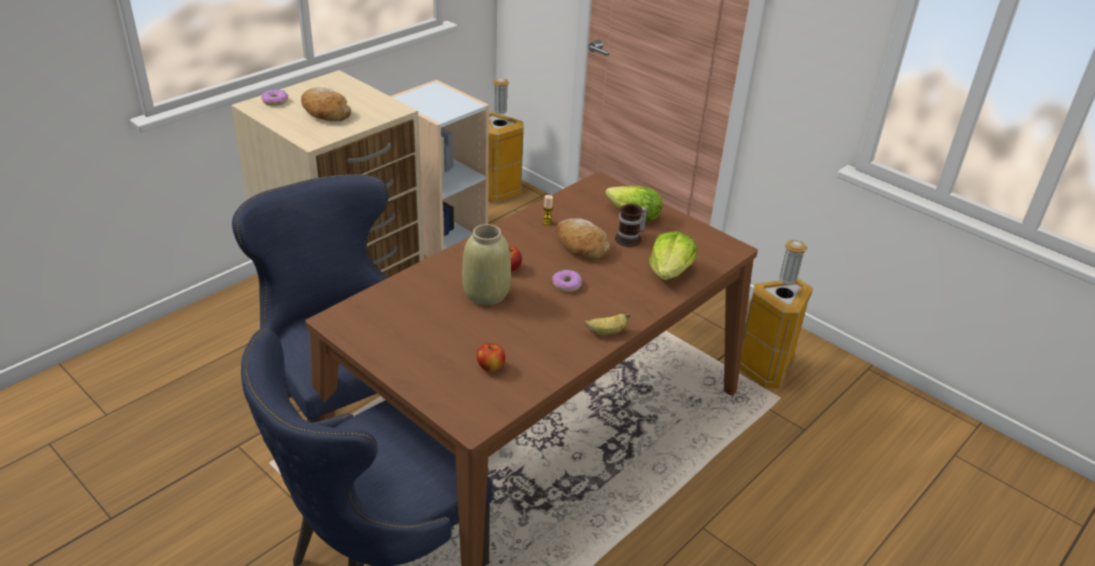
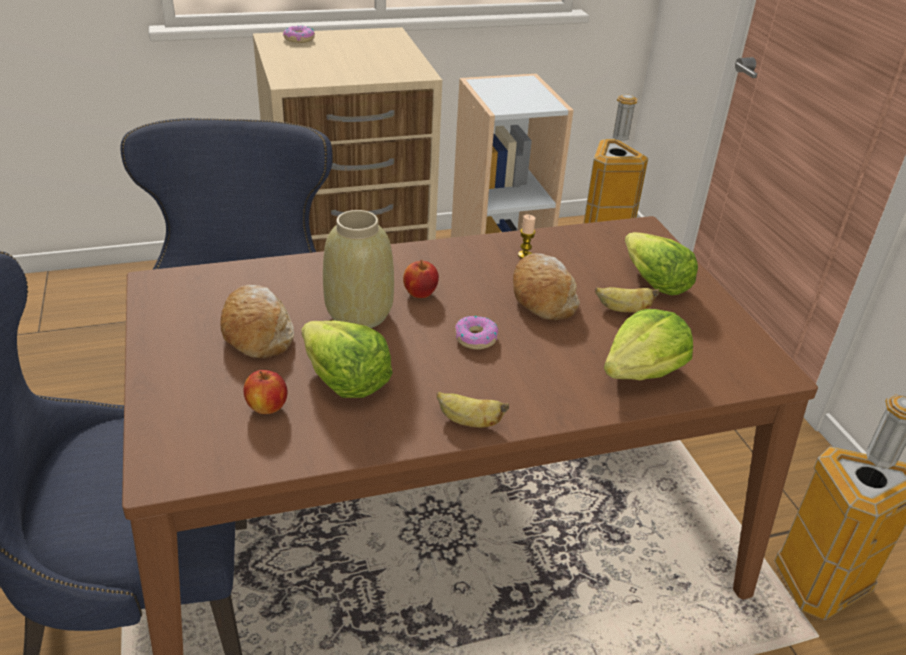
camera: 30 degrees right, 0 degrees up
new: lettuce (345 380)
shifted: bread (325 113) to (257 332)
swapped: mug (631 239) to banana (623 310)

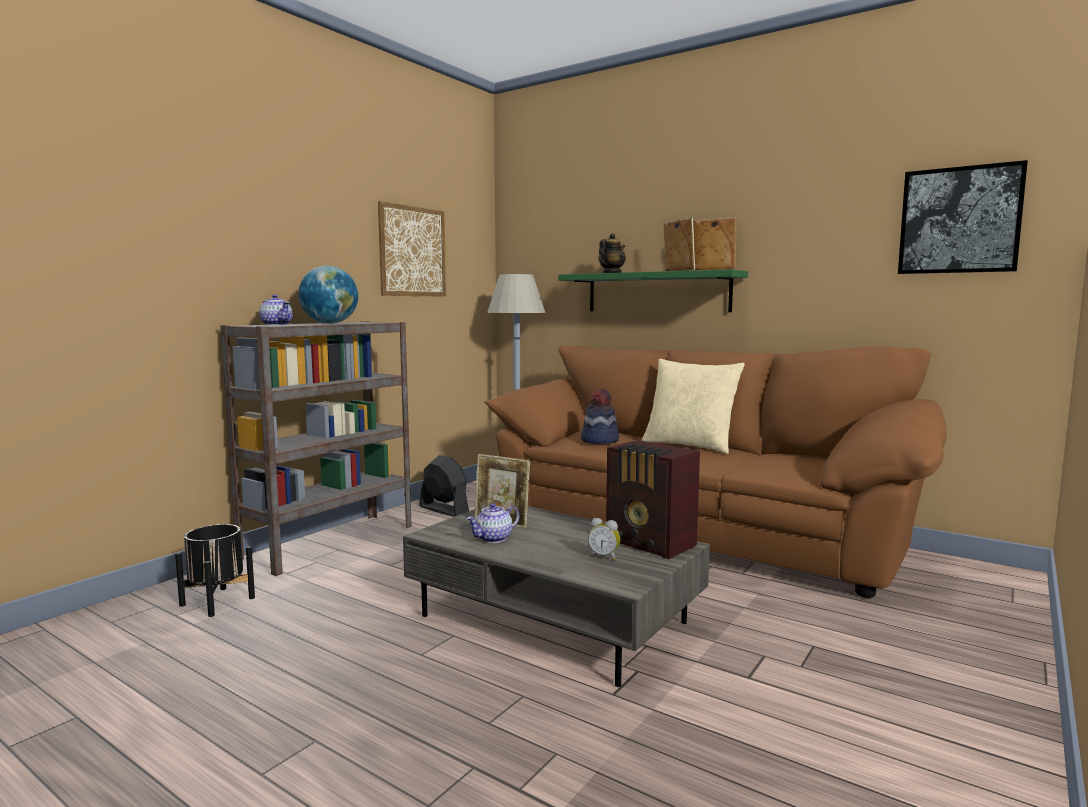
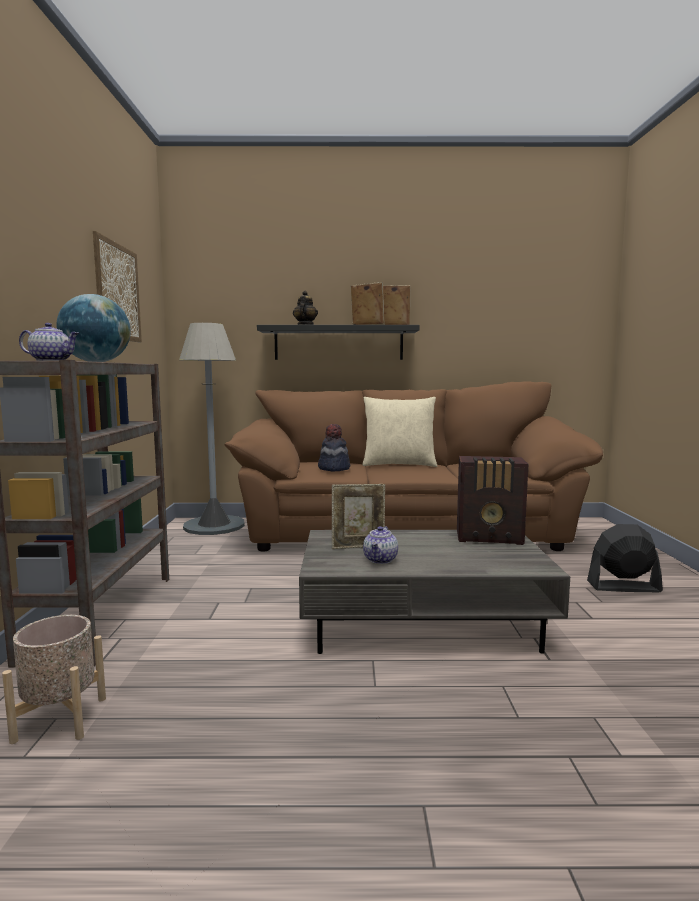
camera: 35 degrees left, 0 degrees up
gone: picture (959 220); alarm clock (604 556)
shifted: black fan (443 509) to (623 587)
repainted: green shelf (657 292) to black shelf (338 343); black planter (218 601) to beige planter (61 718)

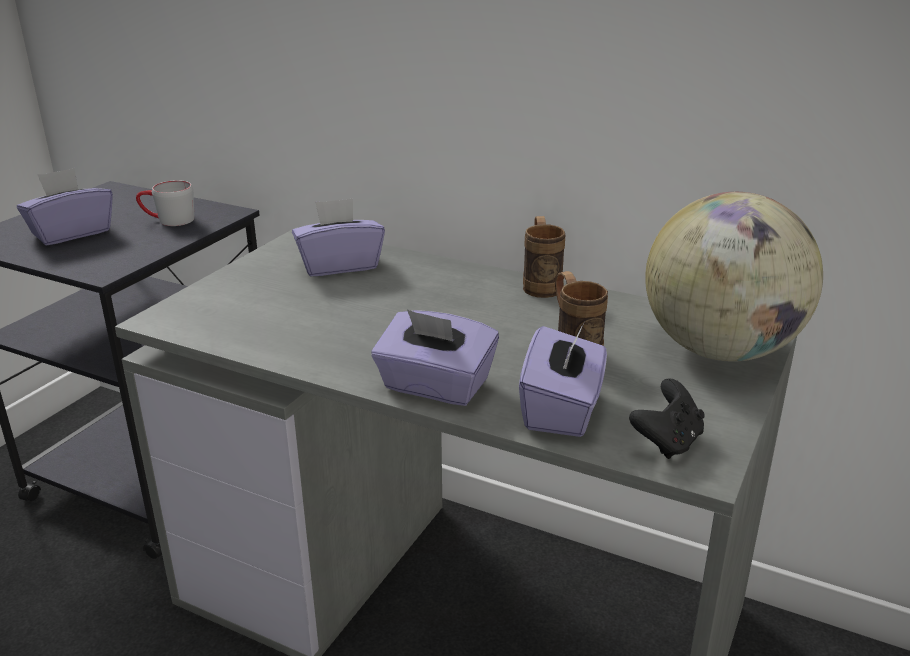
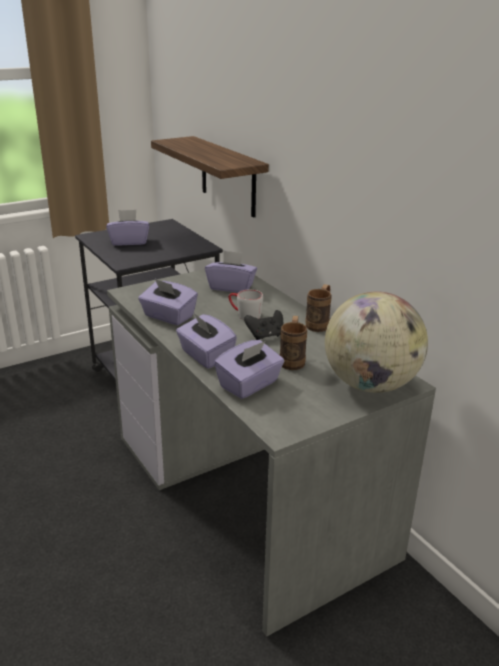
camera: 30 degrees right, 0 degrees up
new: shelf (228 176); purple tissue box (168 317)
shifted: grey mug (168 220) to (244 314); black game controller (667 442) to (265 336)

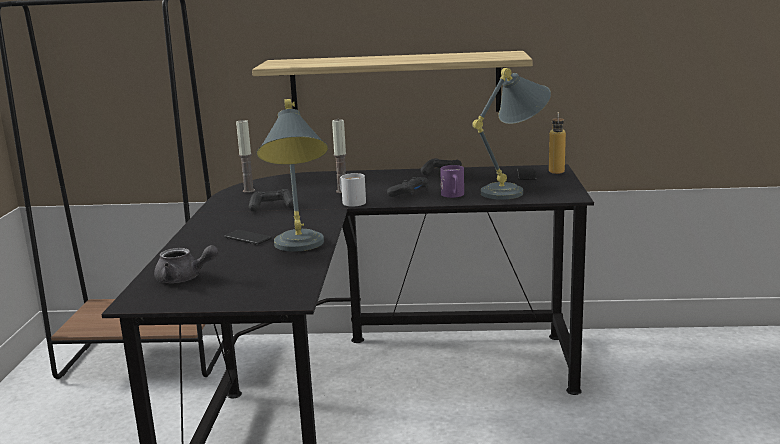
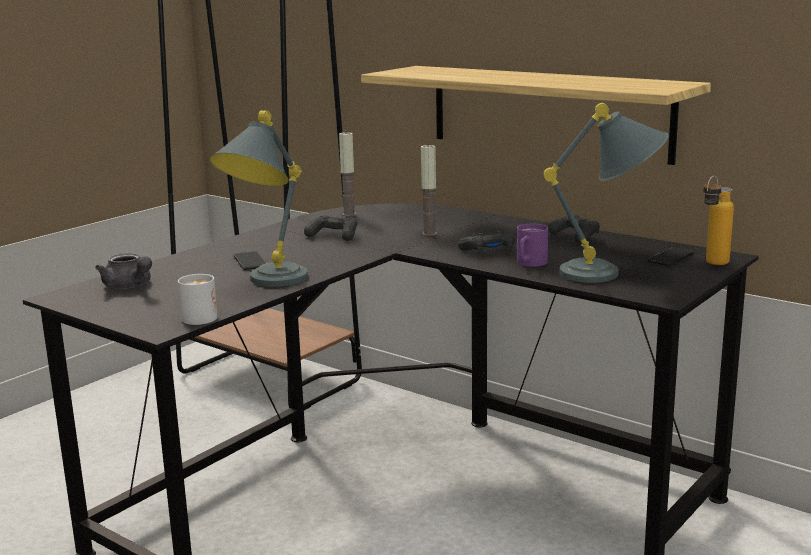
camera: 35 degrees right, 0 degrees up
shifted: white mug (351 202) to (201 315)

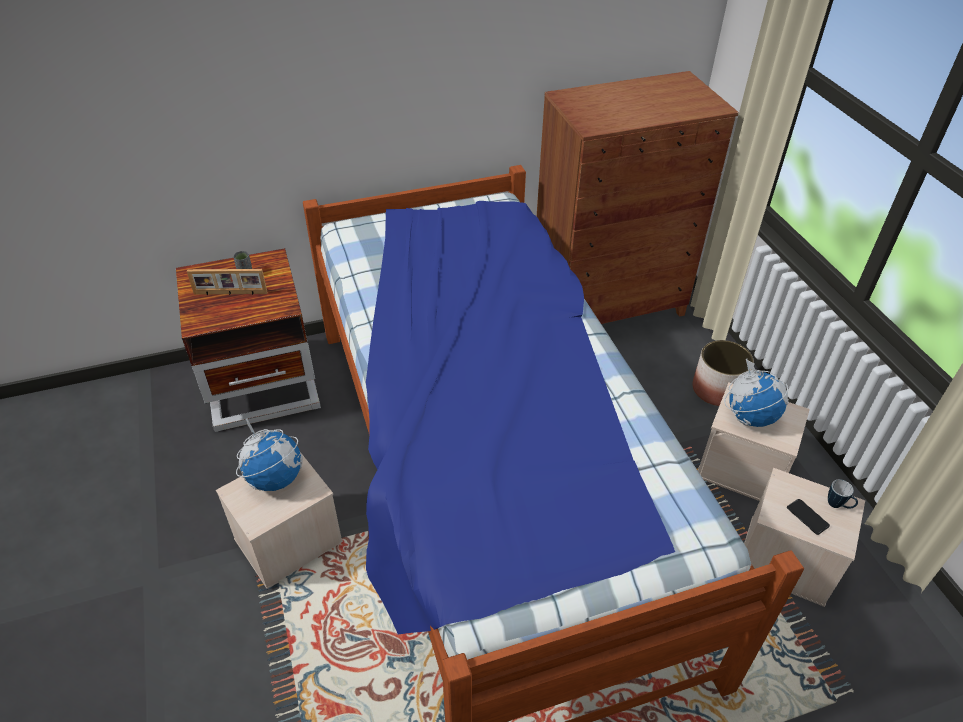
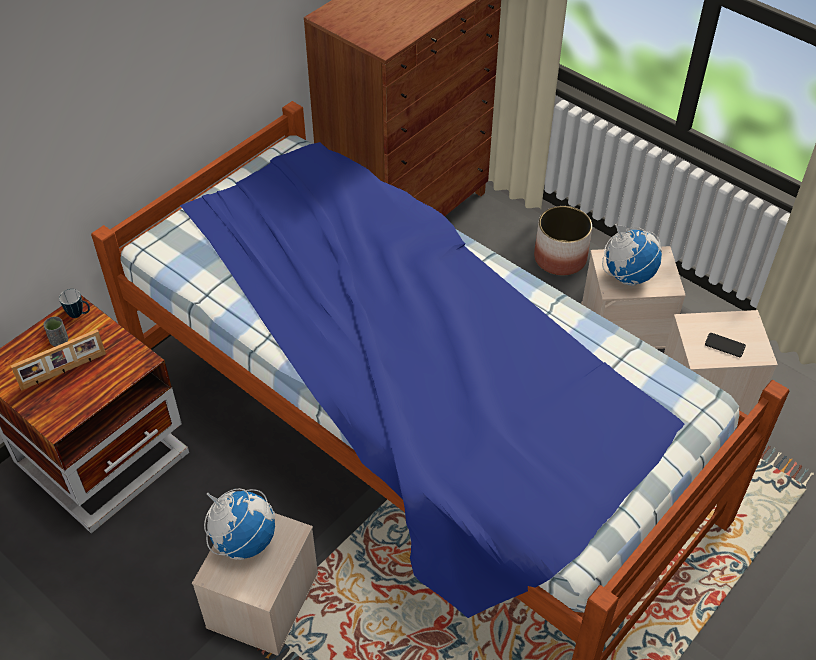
camera: 30 degrees left, 5 degrees up
shifted: mug (838 505) to (79 314)

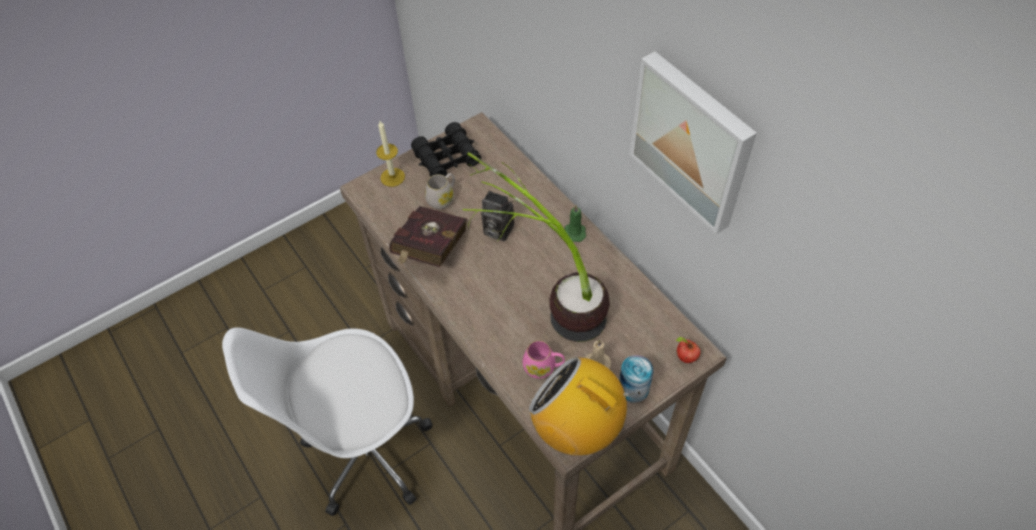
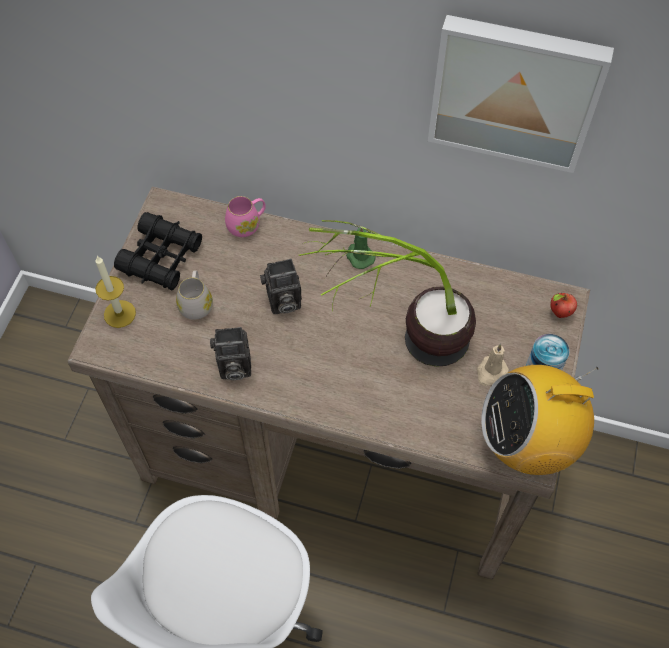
camera: 40 degrees left, 5 degrees up
shifted: pink mug (543 367) to (247 224)
swapped: red book (429 251) to photo camera (233 367)

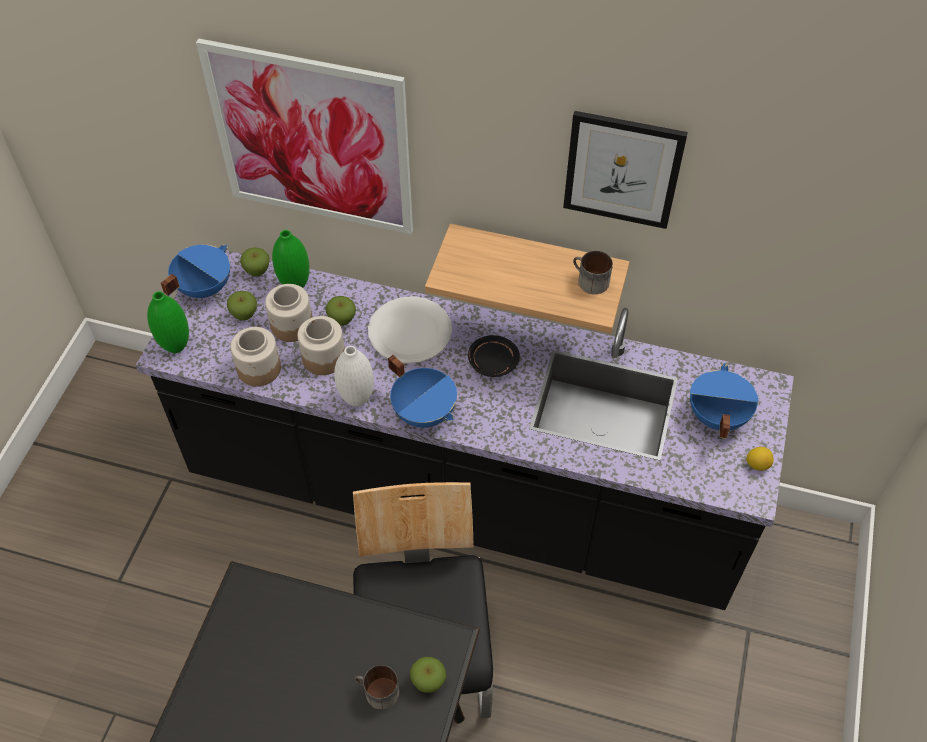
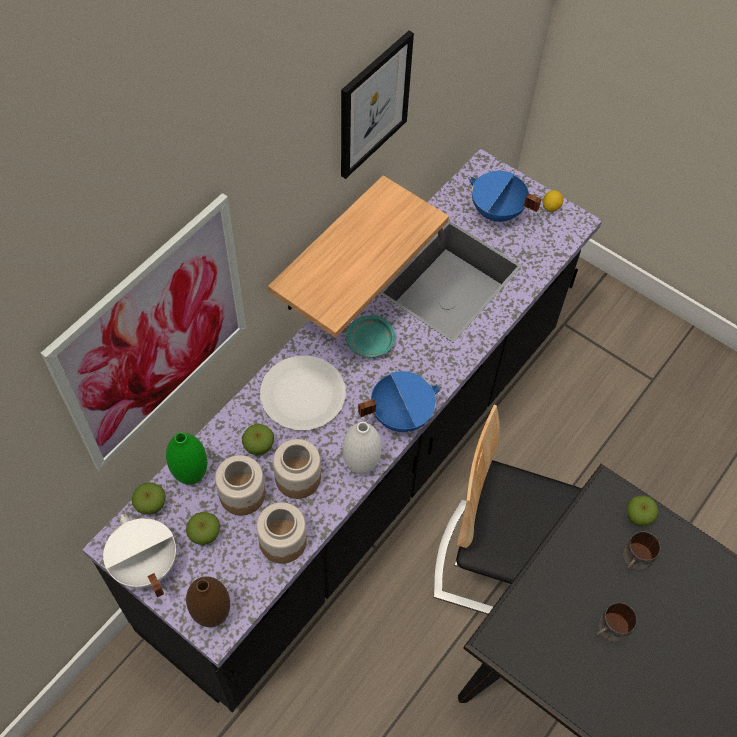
camera: 70 degrees left, 5 degrees up
shifted: mug (589 281) to (611 630)
repainted: blue cooking pot (203 287) to white cooking pot (144 565); green vase (176 346) to brown vase (212 615); black plate (492 362) to turquoise plate (370 342)

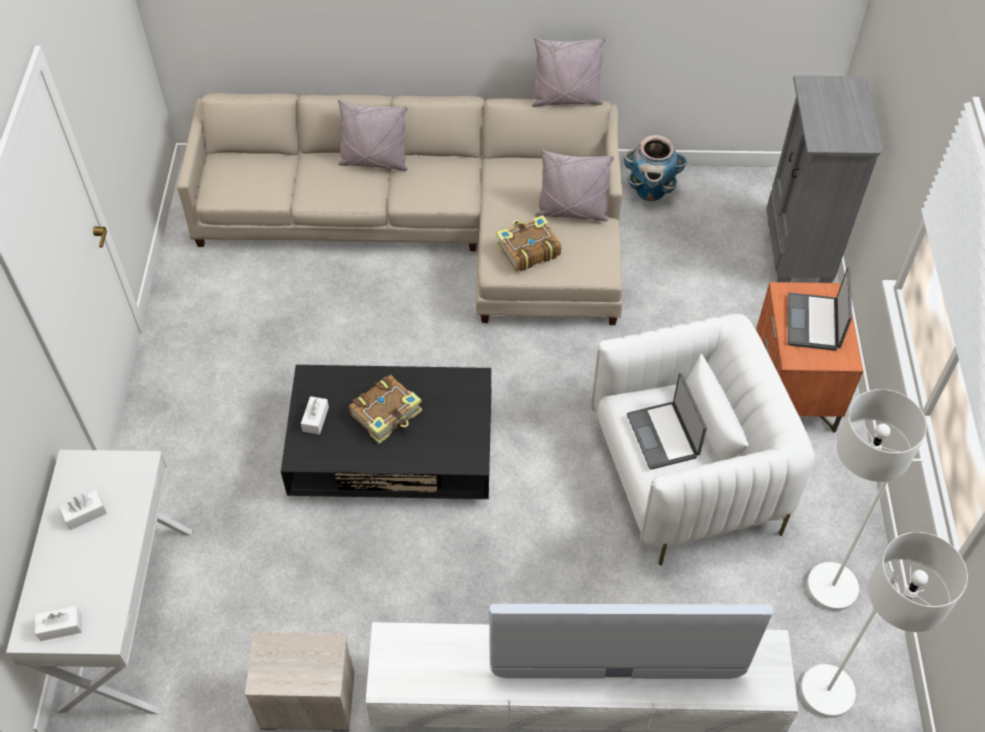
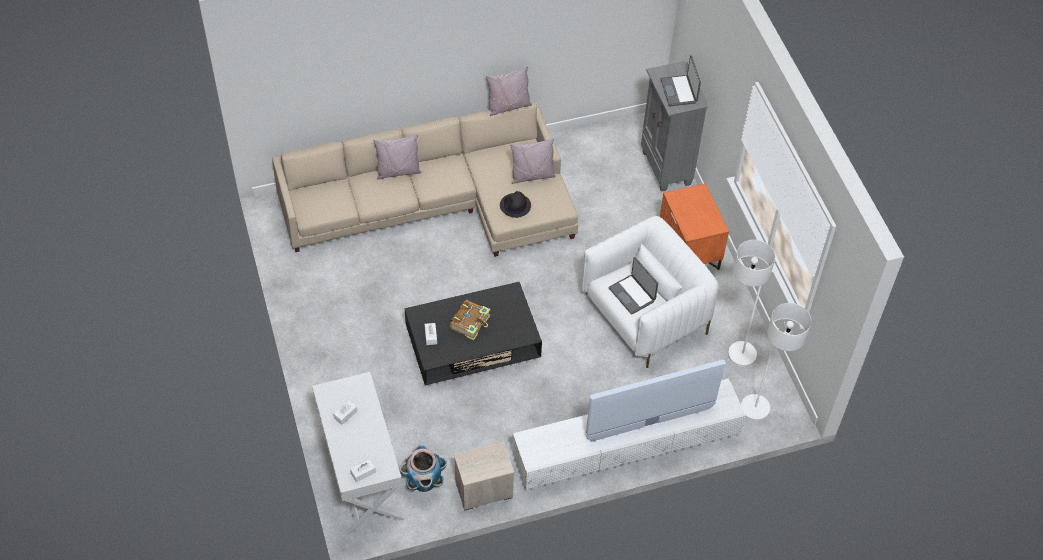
camera: 20 degrees left, 0 degrees up
shifted: planter (650 191) to (424 482); laptop (814 323) to (679 91)
swapped: book (527 250) to black hat (515 206)

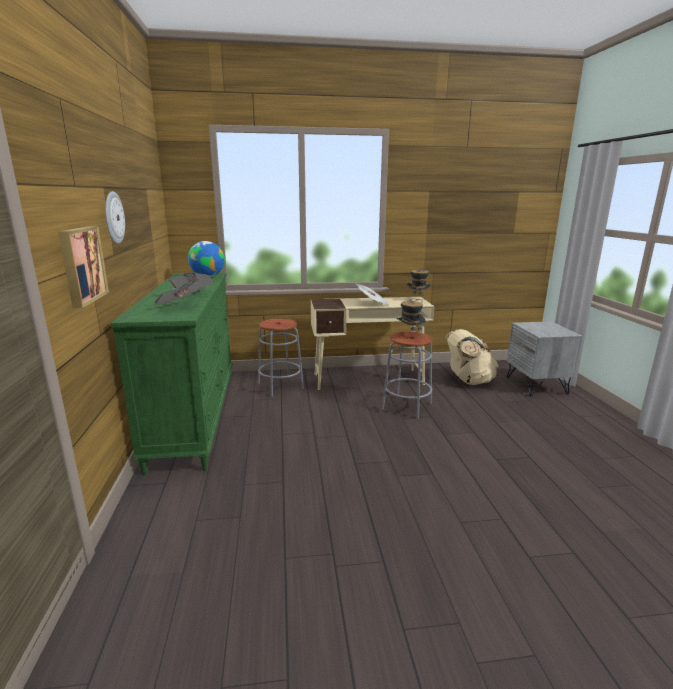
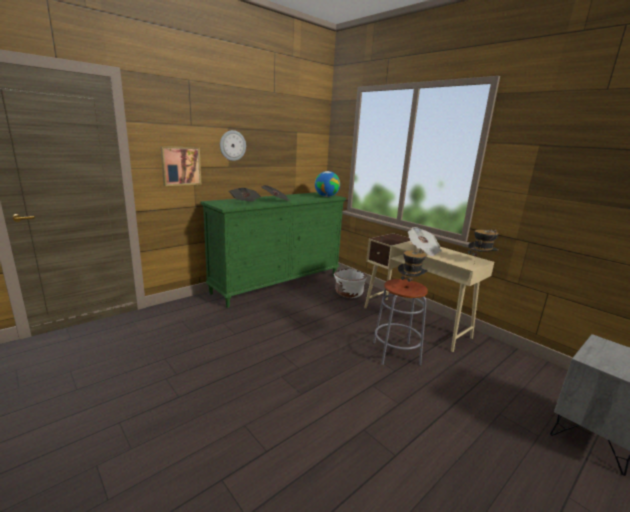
camera: 55 degrees right, 0 degrees up
gone: beige backpack (468 381)
swapped: grey stool (280 386) to white planter (348 294)

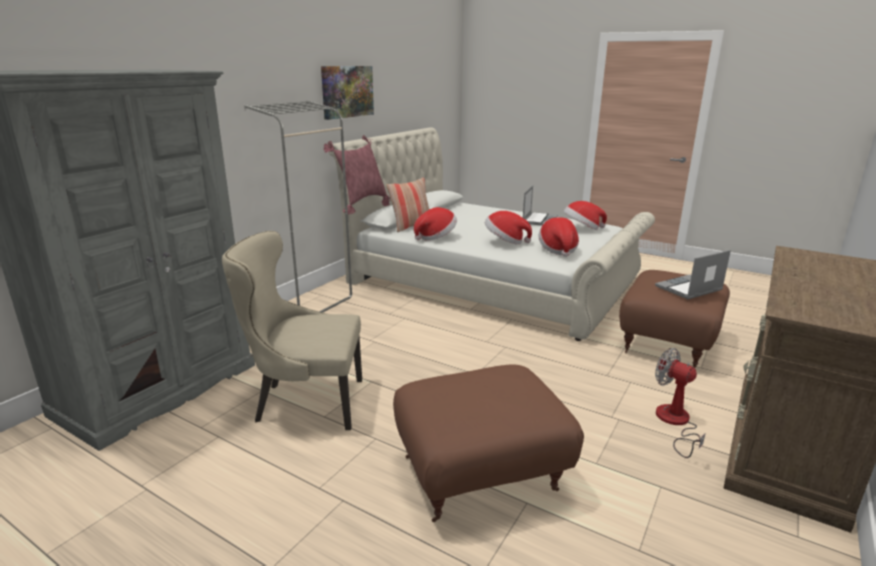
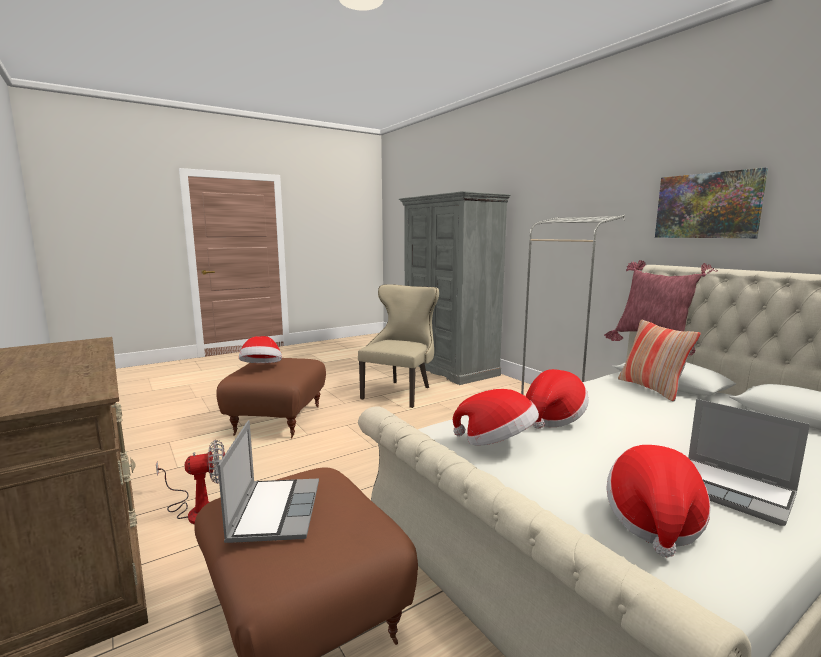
camera: 115 degrees right, 10 degrees down
shifted: hat (436 237) to (262 367)

